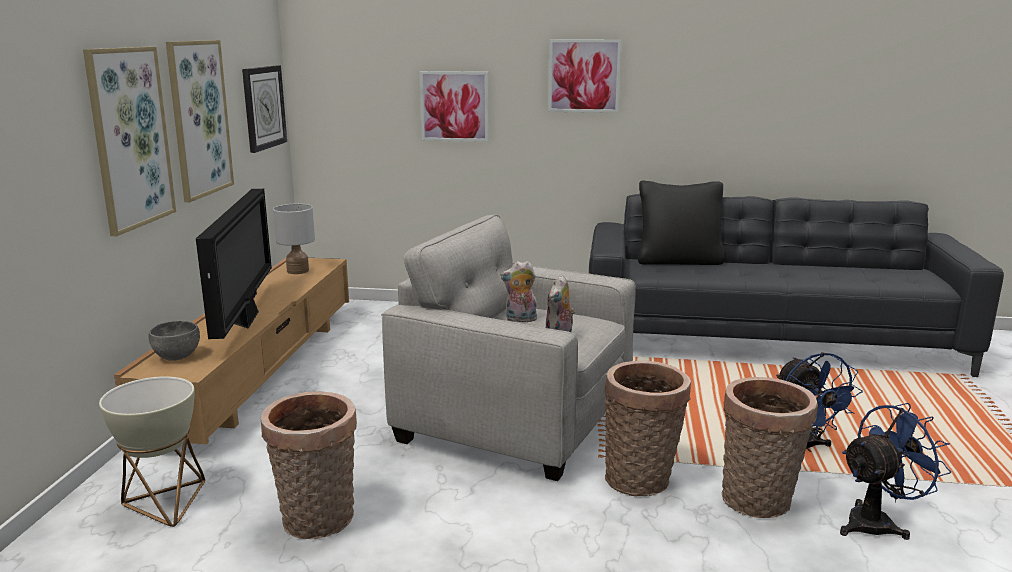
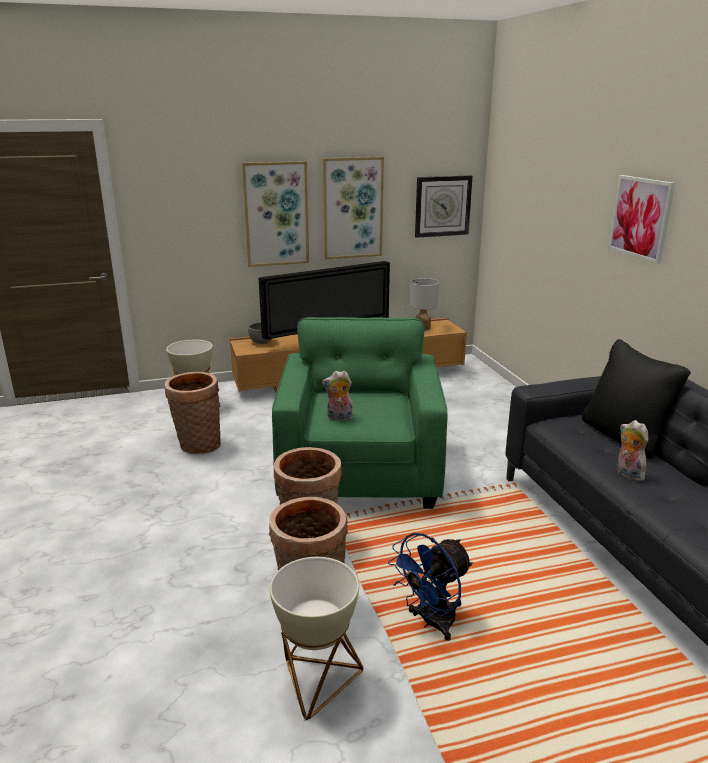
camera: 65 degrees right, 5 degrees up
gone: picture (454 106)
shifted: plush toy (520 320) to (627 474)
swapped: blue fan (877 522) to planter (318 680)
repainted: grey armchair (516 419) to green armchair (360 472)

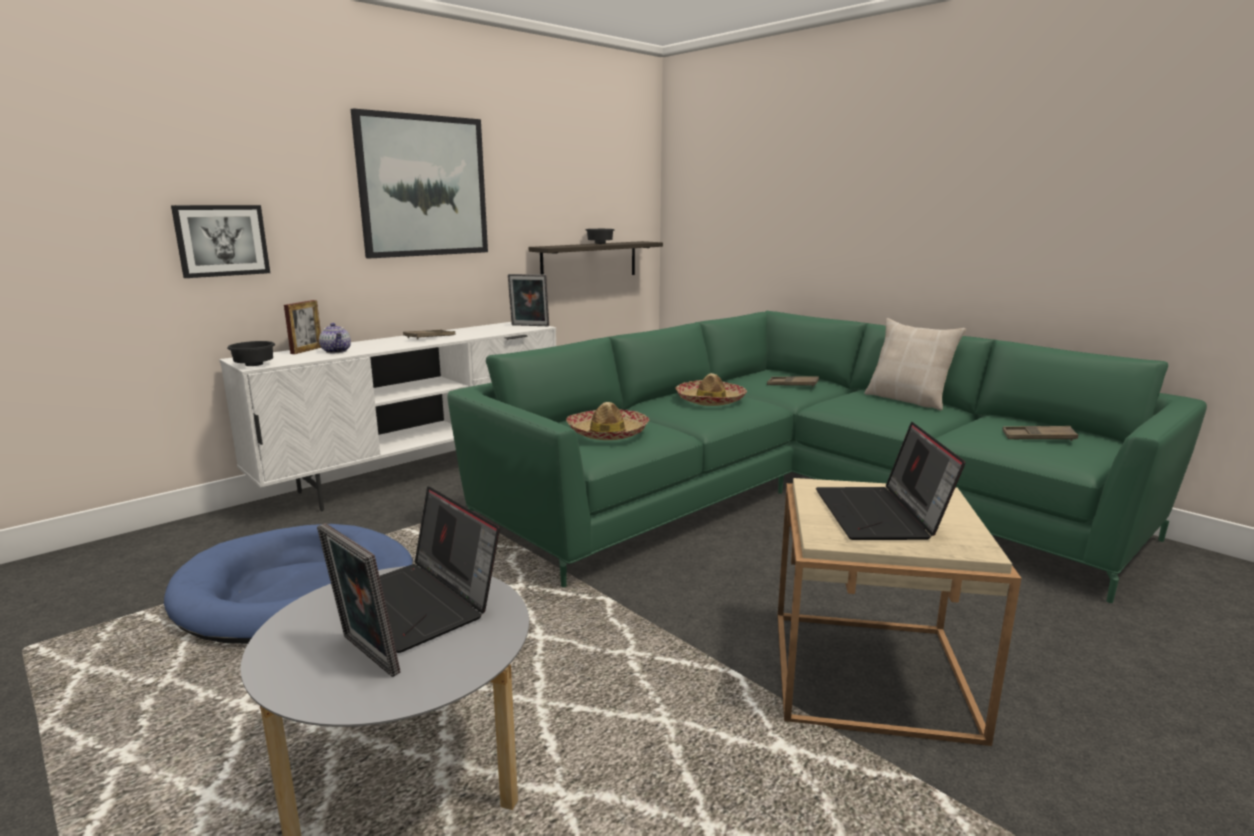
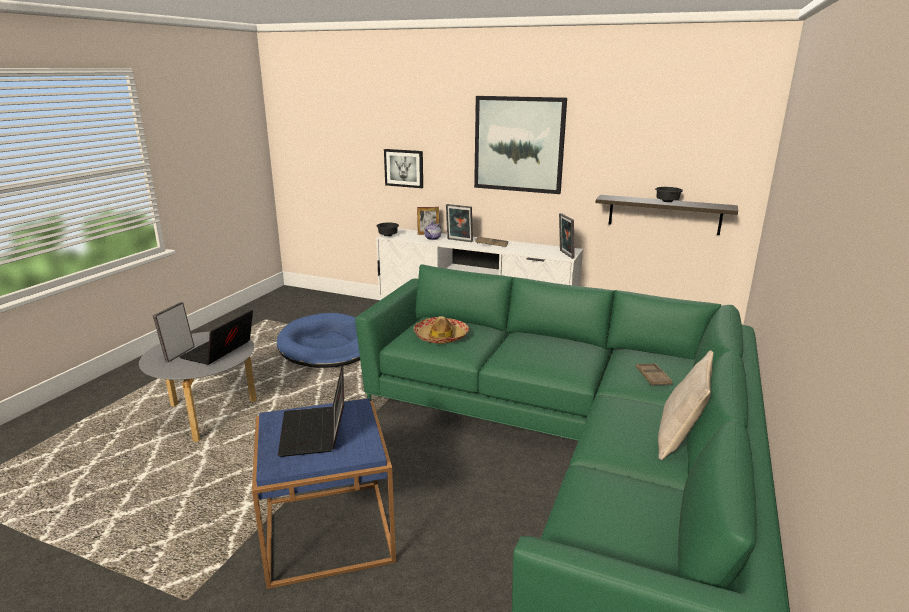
camera: 65 degrees right, 5 degrees up
gone: hat (710 400); brown tray (1038 438)
new: picture frame (459 240)
repainted: beige side table (870 672) to blue side table (328 531)
rotated: laptop (881 515) = (315 432) 75 degrees counterclockwise

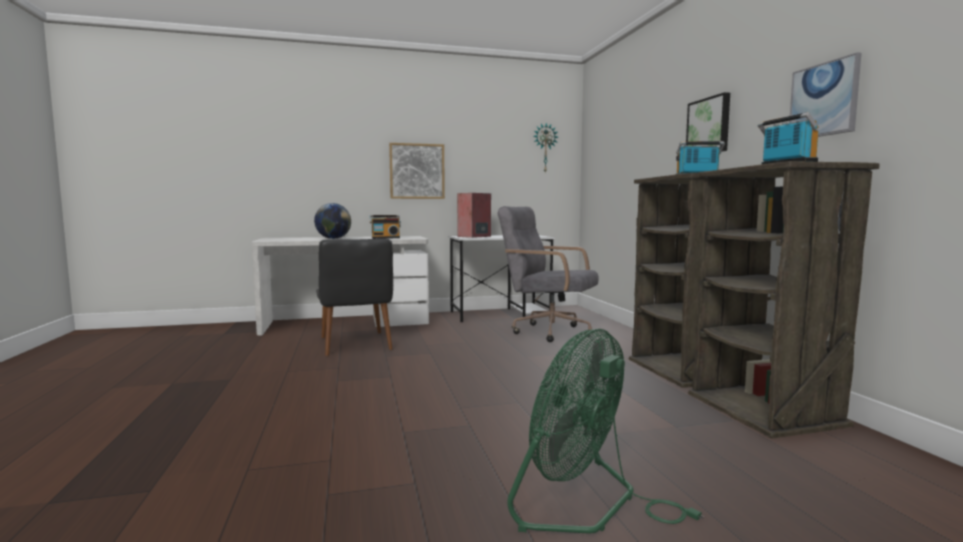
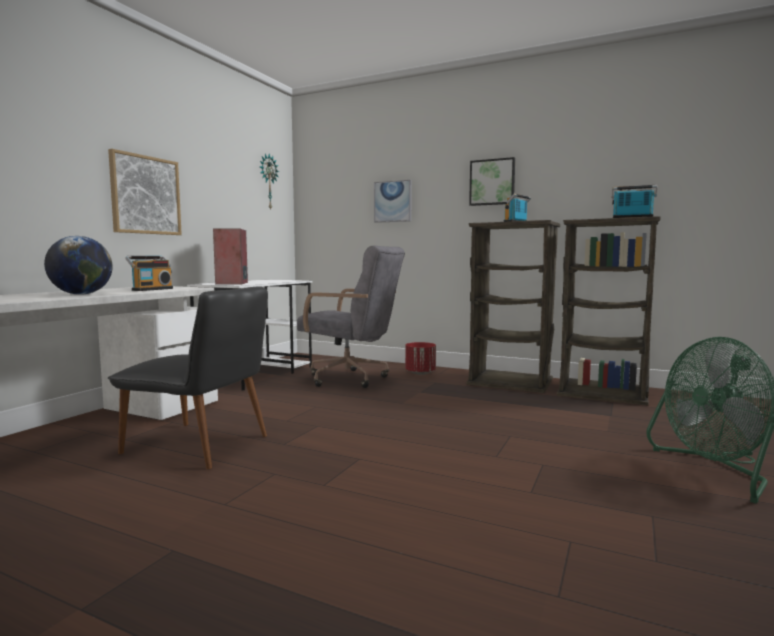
camera: 50 degrees left, 0 degrees up
new: red planter (420 373)
shifted: picture (824 100) to (393 201)
rotated: grey office chair (547 332) = (351 380) 135 degrees counterclockwise

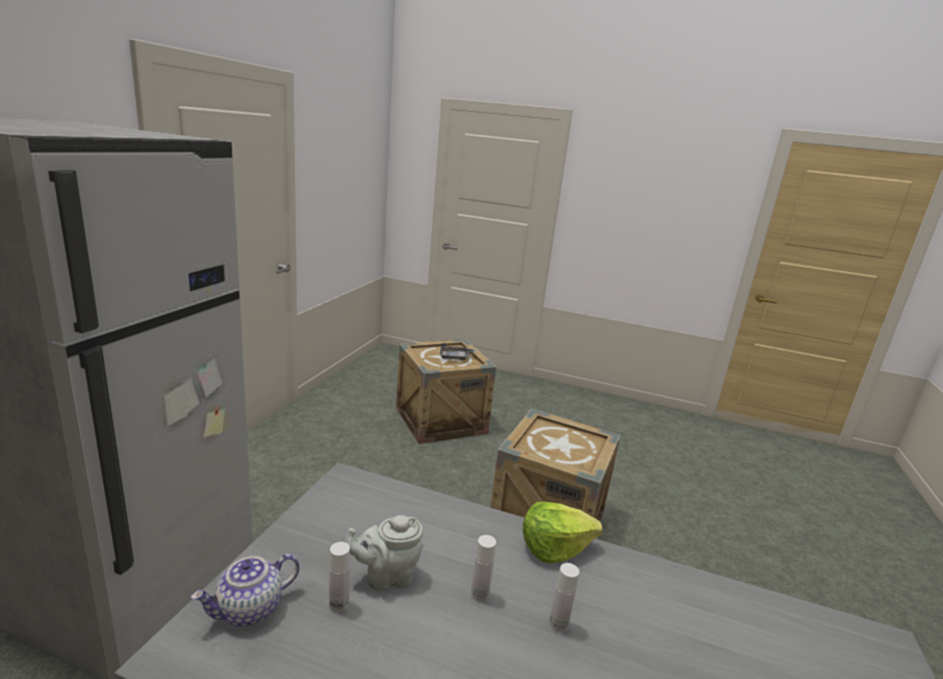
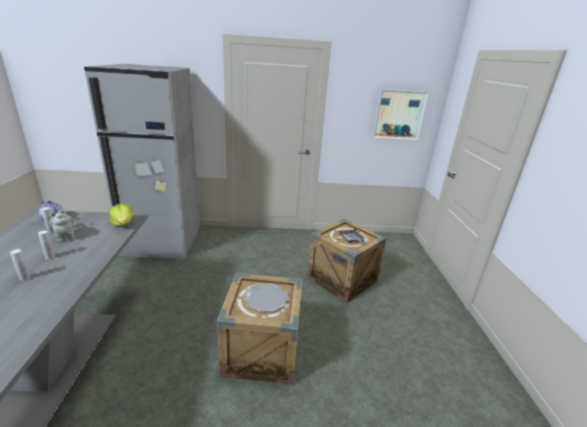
camera: 70 degrees right, 5 degrees up
new: picture (399 114); plate (266 298)
shifted: lettuce (554 547) to (123 223)

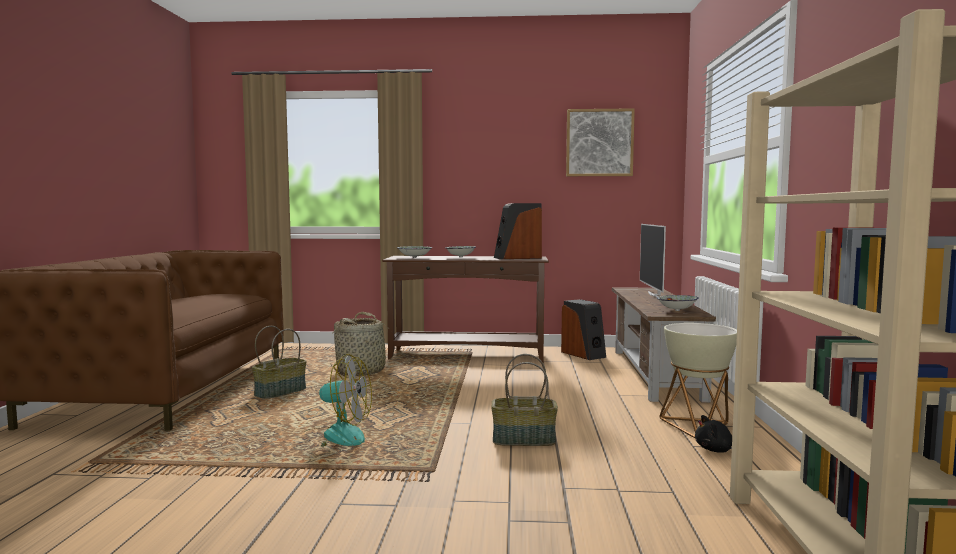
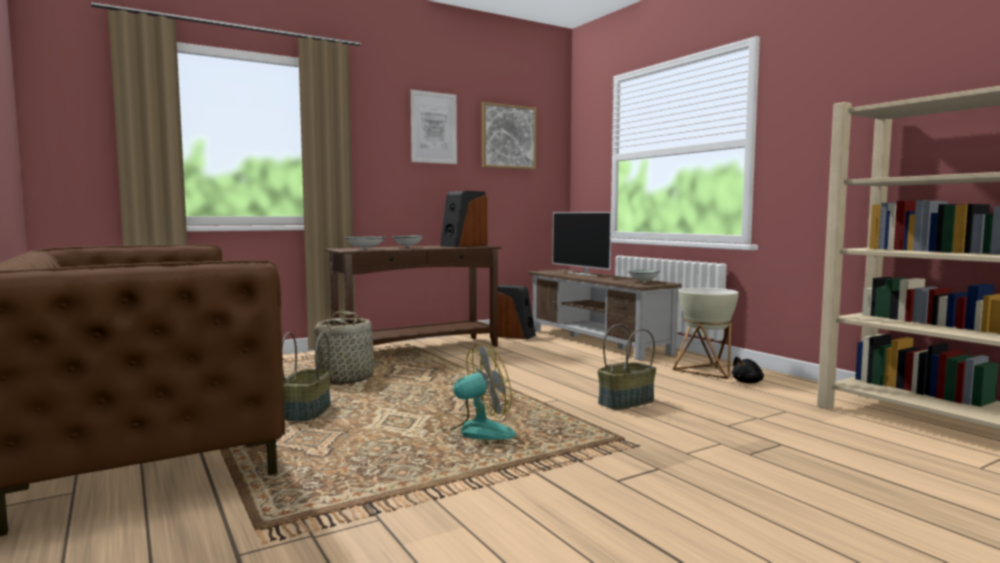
camera: 35 degrees left, 0 degrees up
new: picture (434 128)

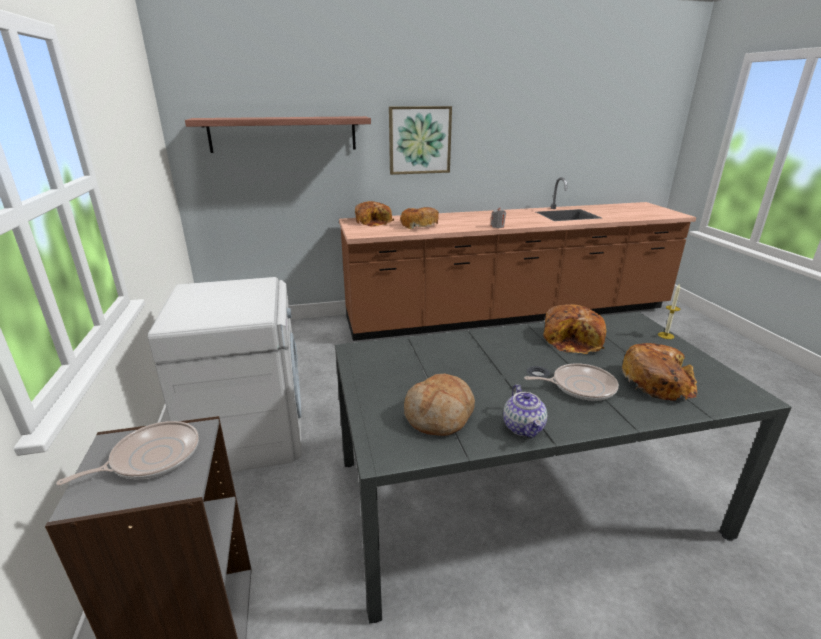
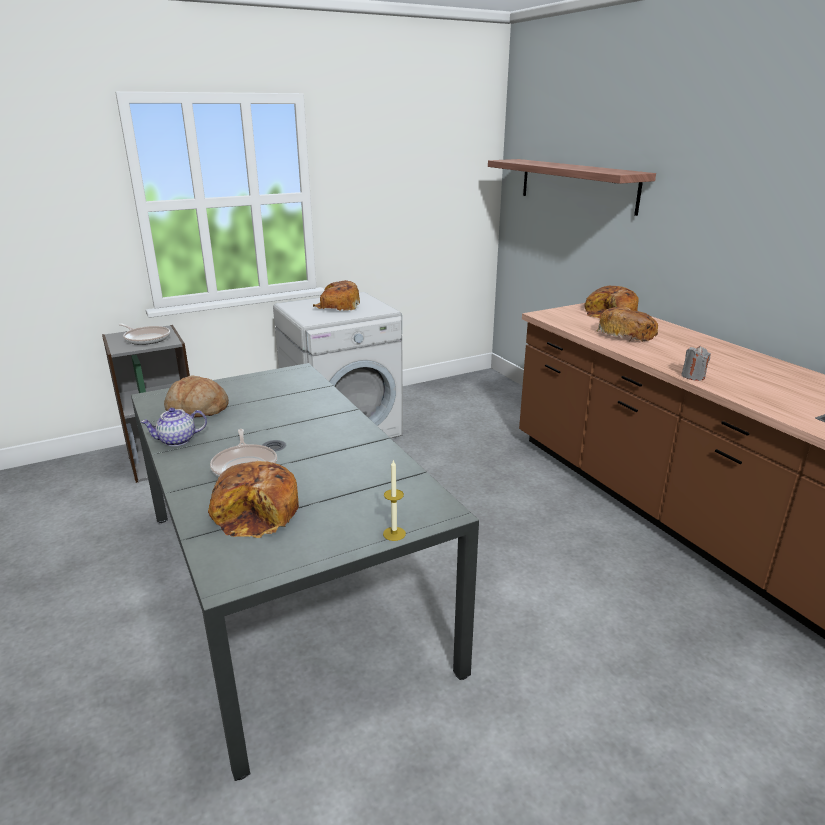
camera: 75 degrees right, 0 degrees up
gone: picture (419 140)
shifted: bread (573 340) to (337 306)

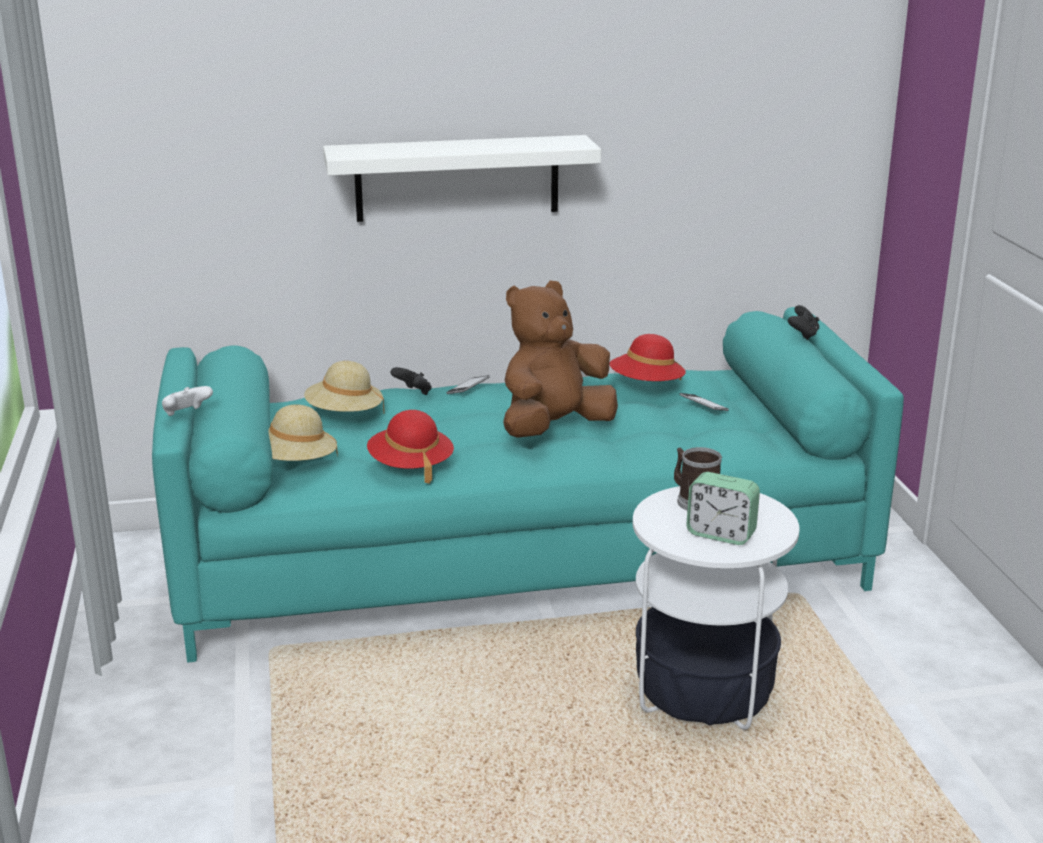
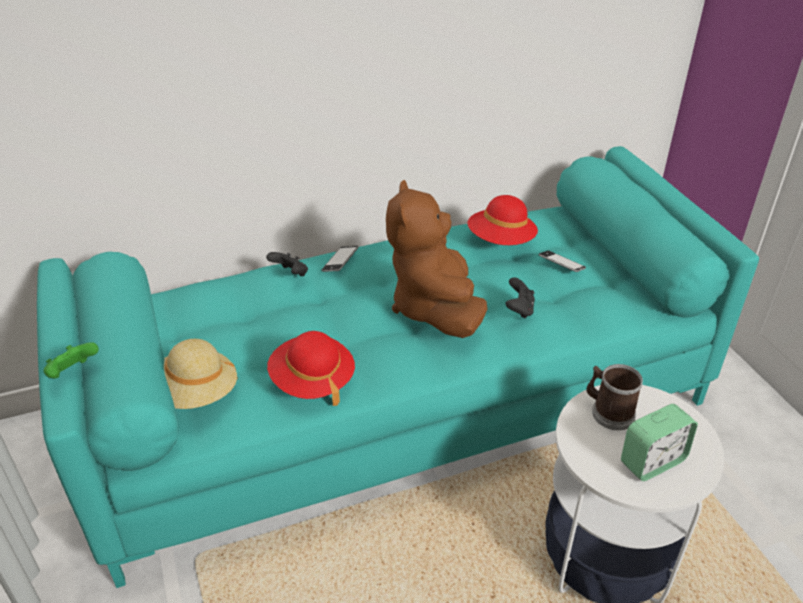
camera: 10 degrees left, 15 degrees up
gone: white shelf (457 178); beige hat (344 414)
shifted: black game controller (803 335) to (519 309)
repainted: white game controller (186 414) to green game controller (73 373)
rotated: brown plush toy (554 428) = (434 308) 45 degrees counterclockwise; alarm clock (721 534) = (652 461) 45 degrees counterclockwise

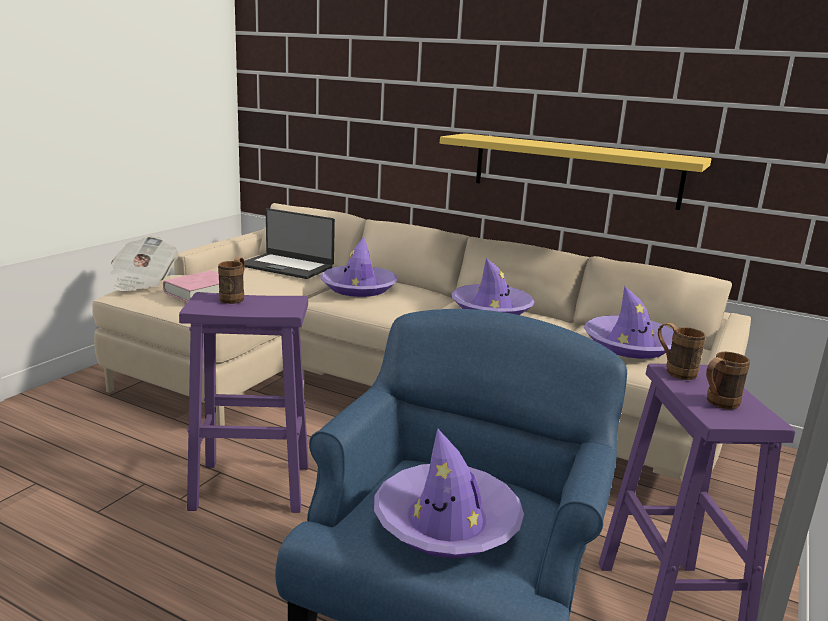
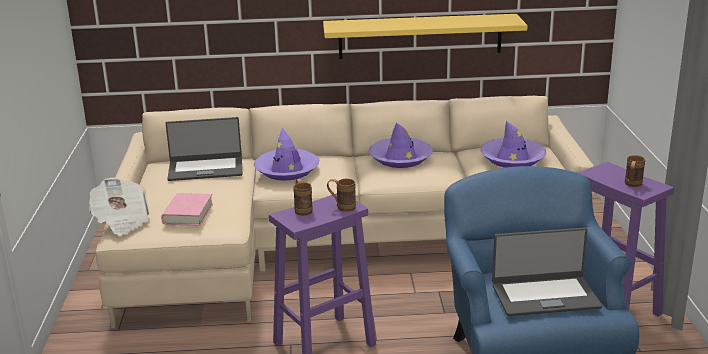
camera: 30 degrees left, 5 degrees up
shifted: brown mug (674 371) to (342 207)
swapped: purple hat (447 523) to laptop (545 296)

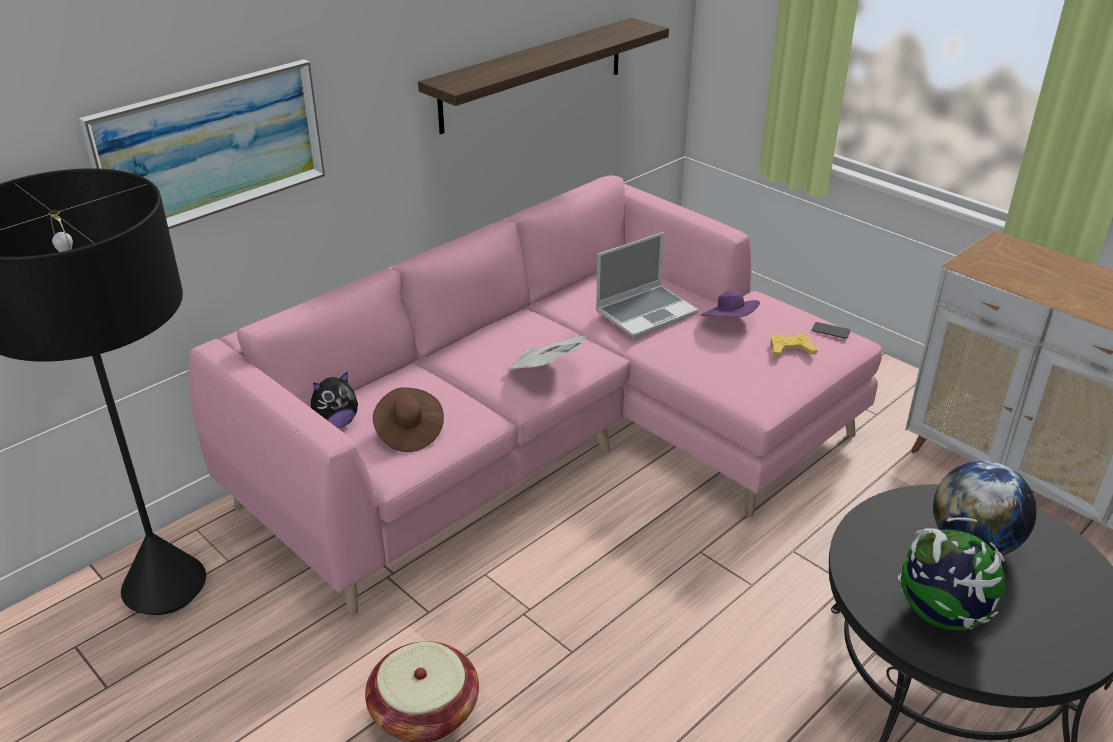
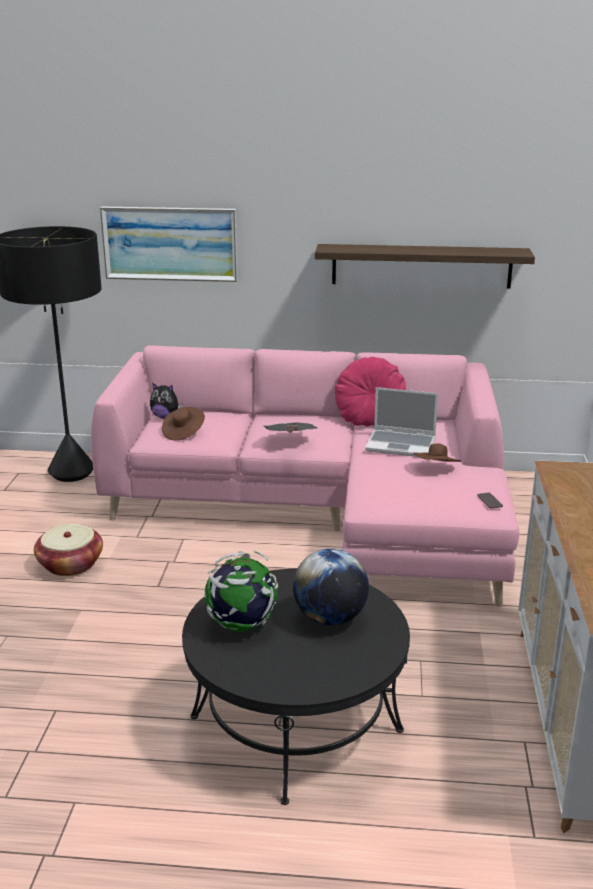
camera: 50 degrees right, 10 degrees down
gone: yellow game controller (791 349)
new: pink pillow (370 422)
repainted: purple hat (729 323) to brown hat (436 469)

